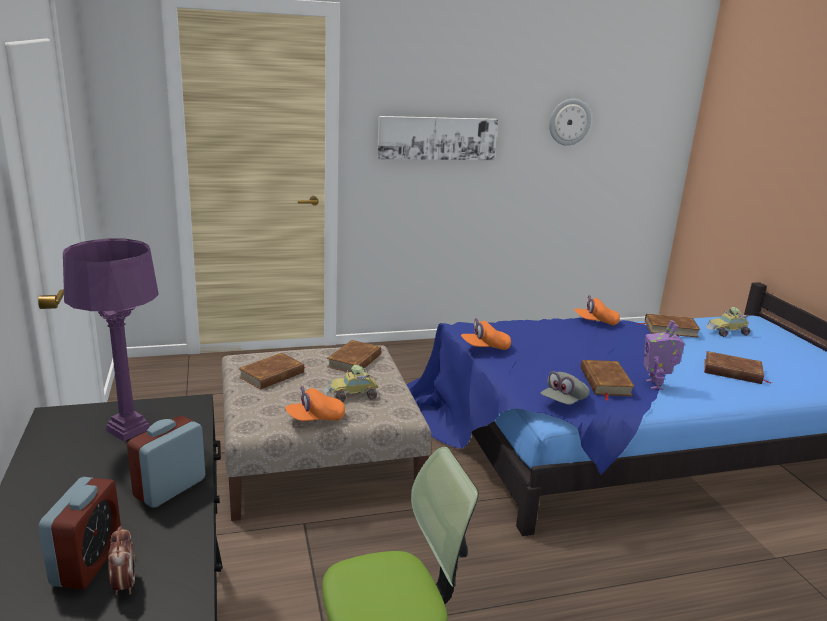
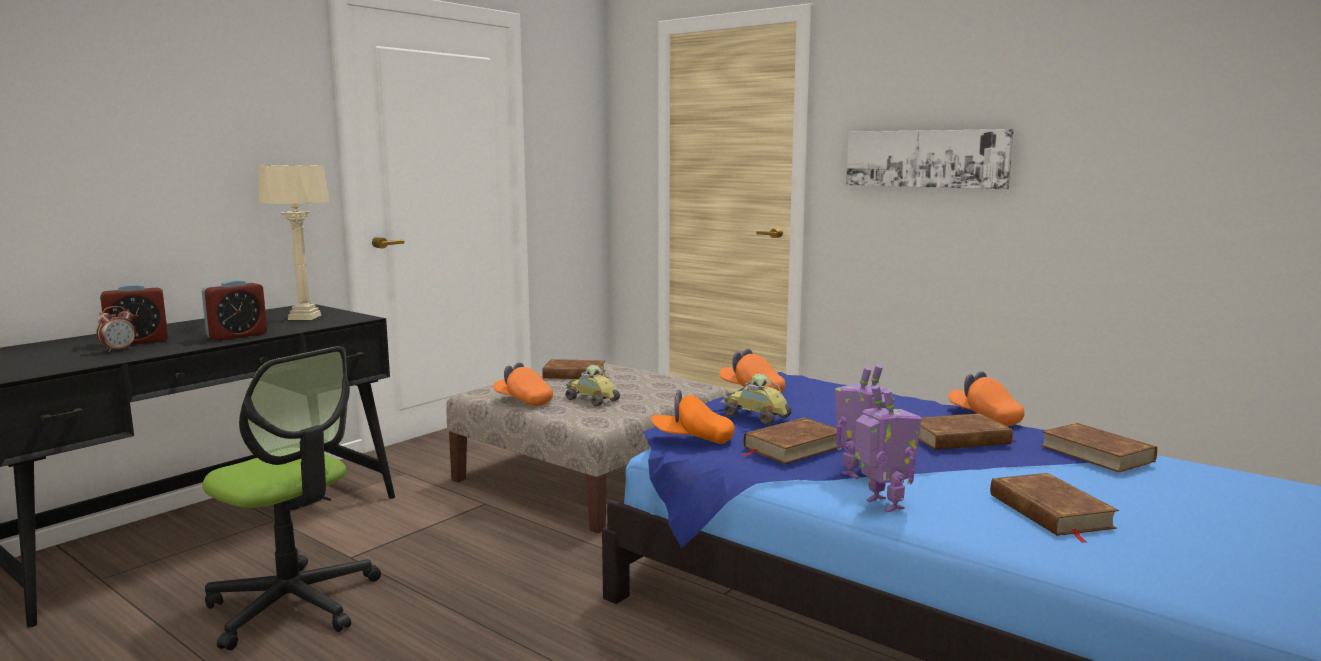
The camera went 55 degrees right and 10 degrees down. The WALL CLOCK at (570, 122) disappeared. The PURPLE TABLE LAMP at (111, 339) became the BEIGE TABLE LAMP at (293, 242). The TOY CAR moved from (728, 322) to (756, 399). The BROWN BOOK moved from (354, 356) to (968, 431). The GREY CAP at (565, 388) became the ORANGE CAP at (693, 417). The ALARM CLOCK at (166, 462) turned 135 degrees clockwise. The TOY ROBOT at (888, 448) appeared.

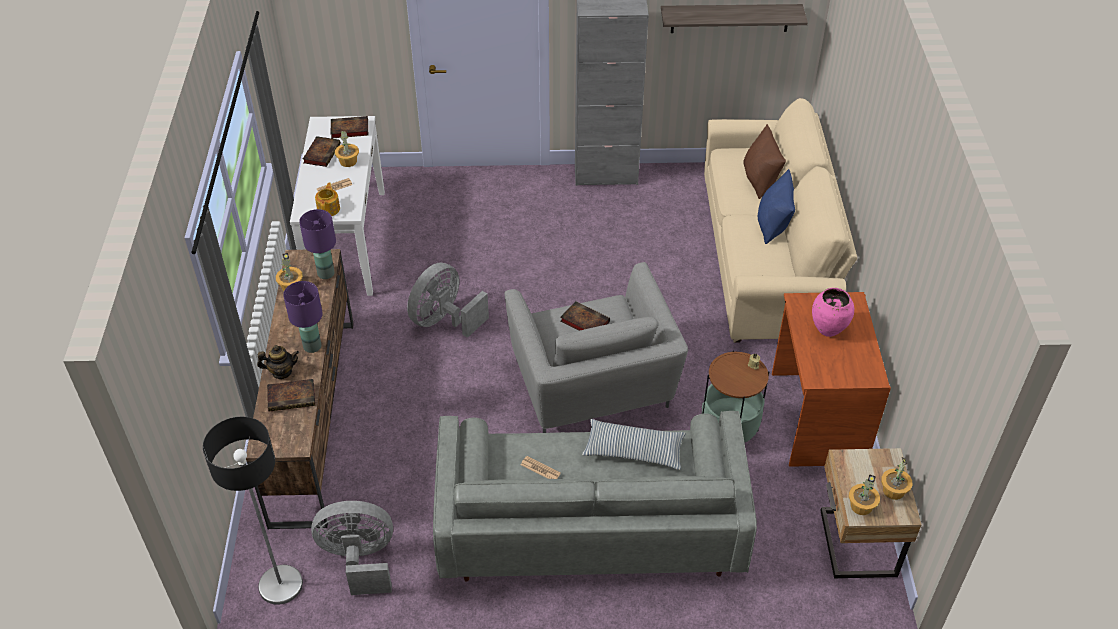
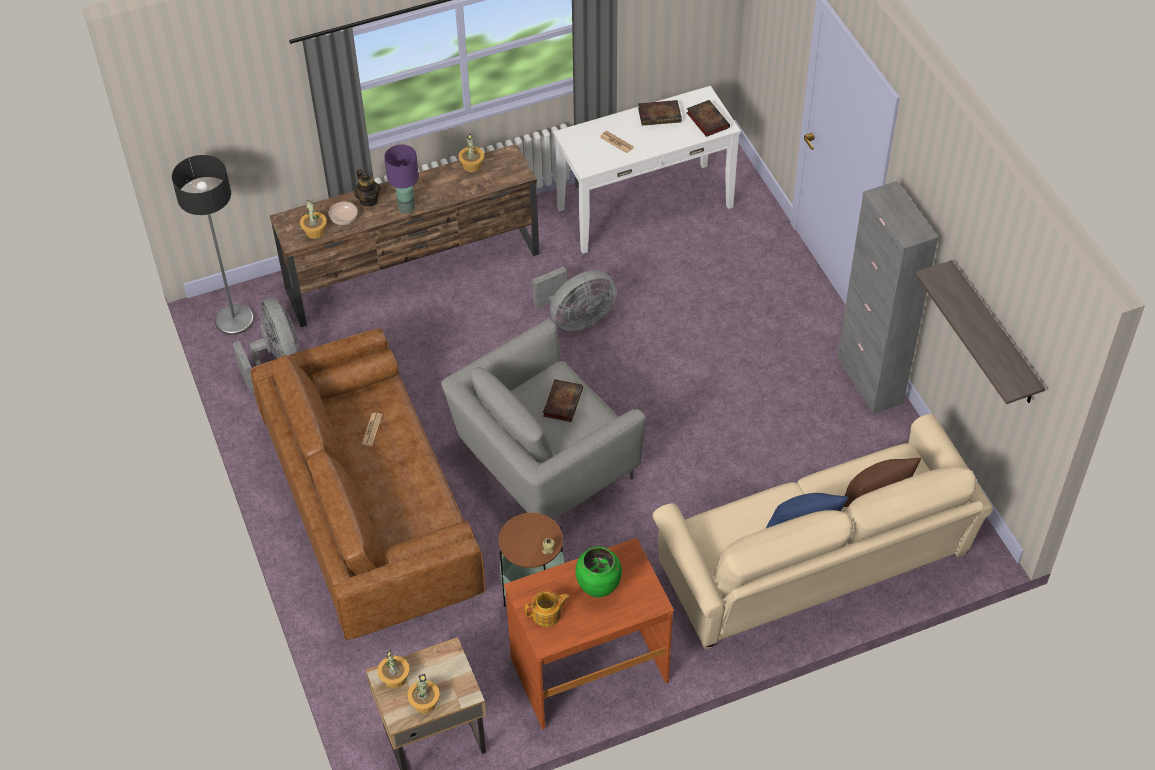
The camera went 70 degrees right and 5 degrees up. The POTTED PLANT moved from (347, 148) to (313, 219). The TEAPOT moved from (327, 199) to (547, 609). The PURPLE TABLE LAMP at (317, 244) disappeared. The GREY FAN at (448, 300) turned 135 degrees clockwise. The PINK VASE at (833, 312) became the GREEN VASE at (599, 572). The BOOK at (291, 395) was replaced by the BOWL at (343, 213). The GREY SOFA at (595, 496) became the BROWN SOFA at (368, 484). The PILLOW at (634, 444) disappeared.

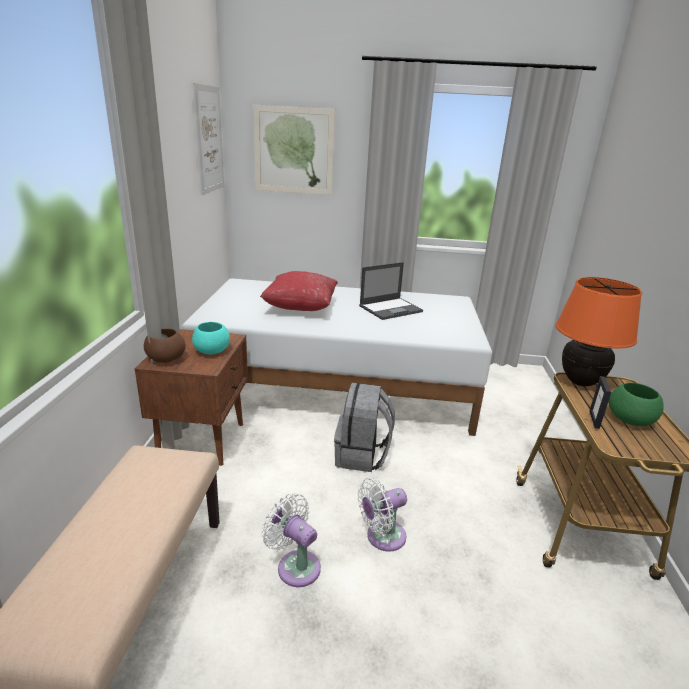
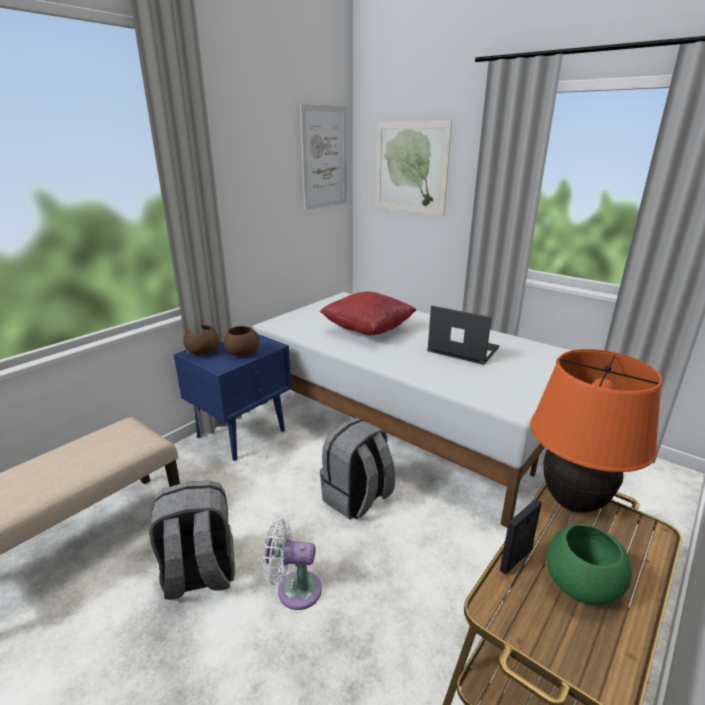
The camera went 35 degrees right and 0 degrees up. The LAPTOP at (391, 291) turned 150 degrees counterclockwise. The TURQUOISE BOWL at (211, 338) became the BROWN BOWL at (241, 341). The BROWN NIGHTSTAND at (191, 397) became the BLUE NIGHTSTAND at (232, 397). The WHITE FAN at (291, 540) was replaced by the GREY BACKPACK at (192, 540).

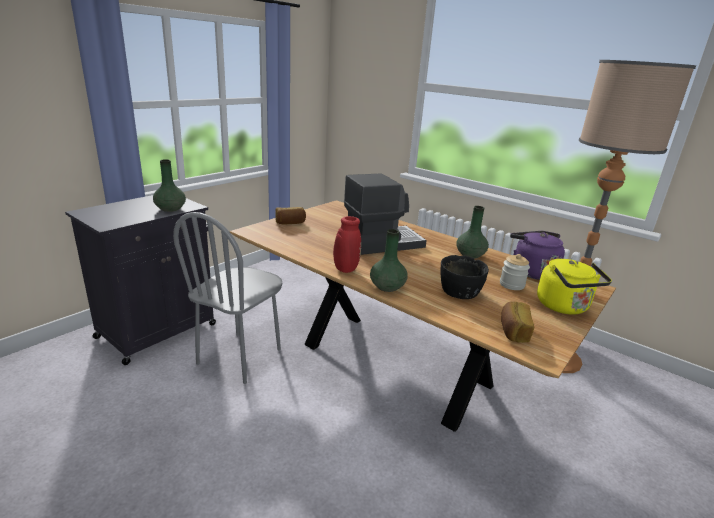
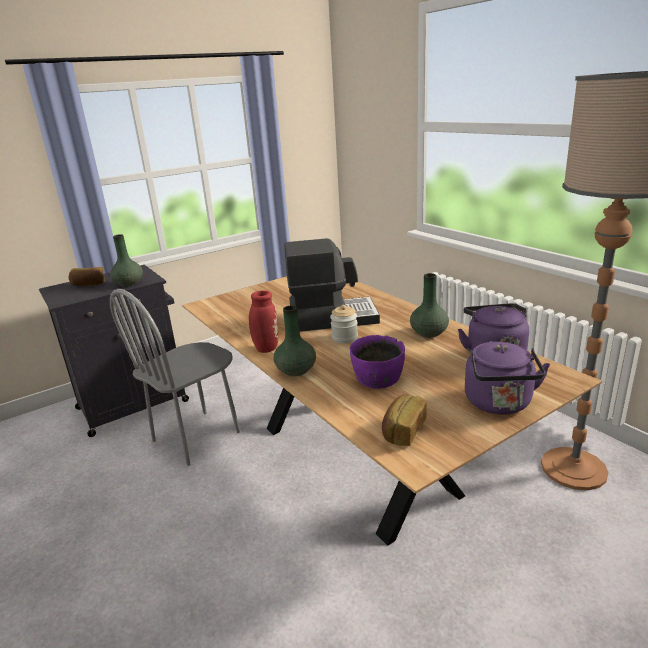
The camera went 20 degrees right and 0 degrees up. The BREAD moved from (290, 215) to (87, 276). The JAR moved from (515, 272) to (344, 324). The BLACK BOWL at (464, 277) became the PURPLE BOWL at (377, 362). The YELLOW KETTLE at (574, 287) became the PURPLE KETTLE at (507, 378).

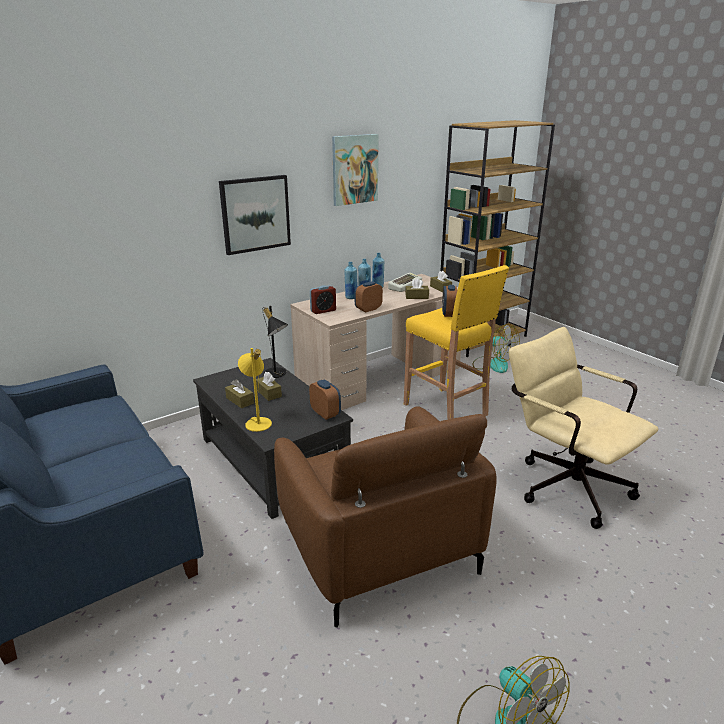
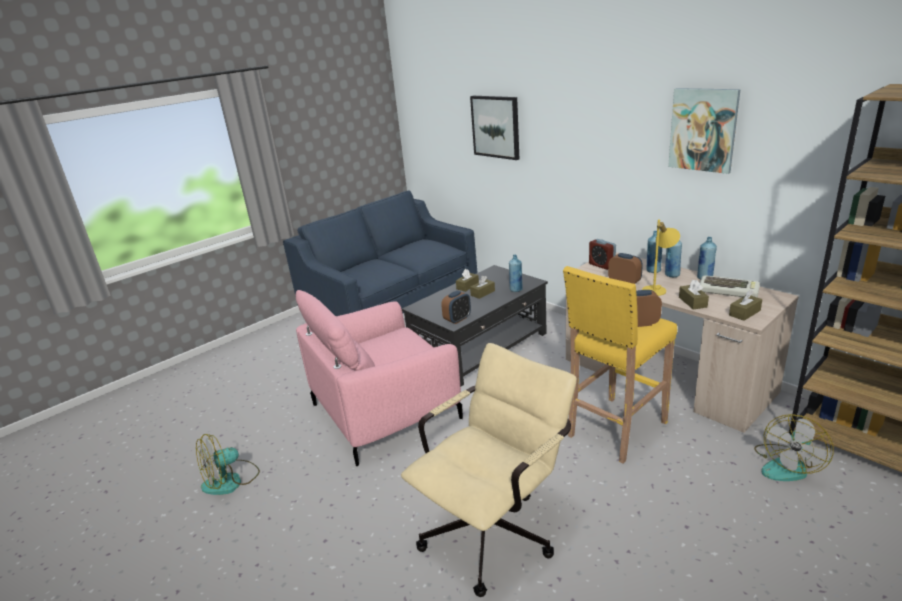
The camera went 85 degrees right and 0 degrees up. The PICTURE moved from (255, 215) to (494, 128). The BLACK TABLE LAMP at (275, 342) was replaced by the BLUE BOTTLE at (516, 273). The YELLOW TABLE LAMP moved from (255, 390) to (661, 258). The BROWN ARMCHAIR at (385, 517) became the PINK ARMCHAIR at (379, 378).

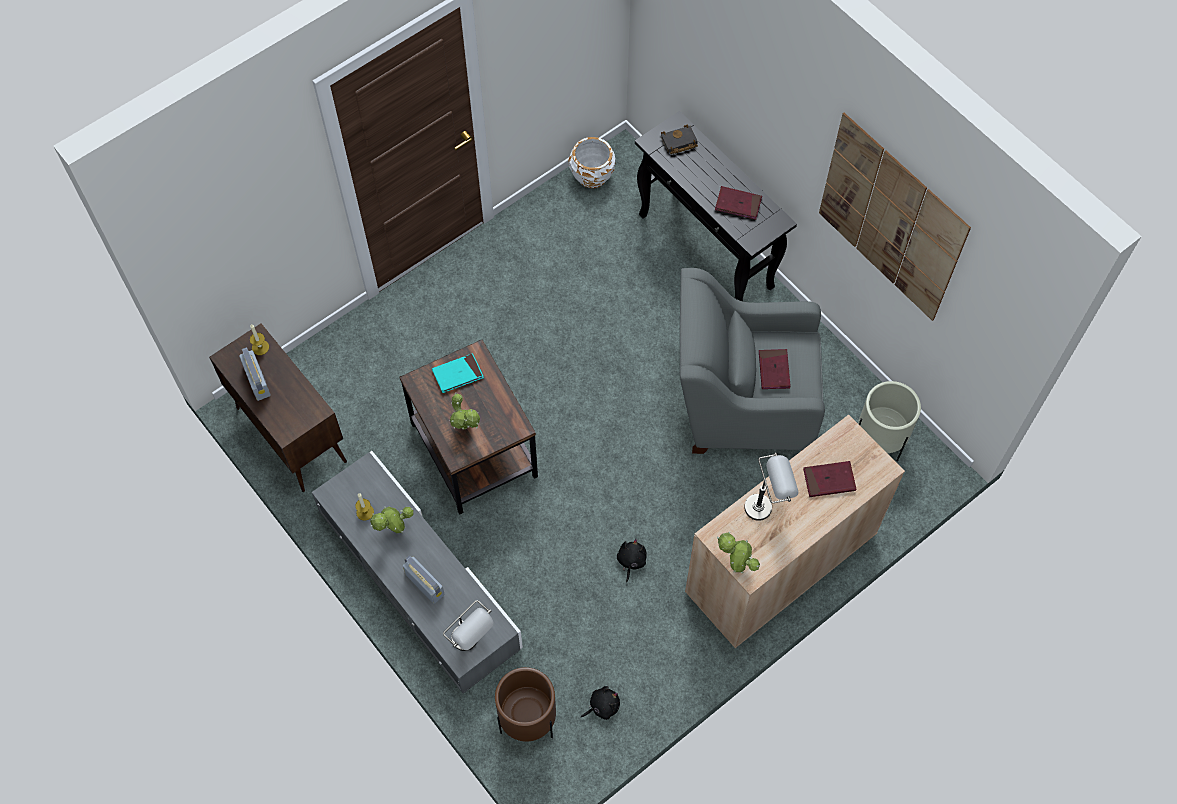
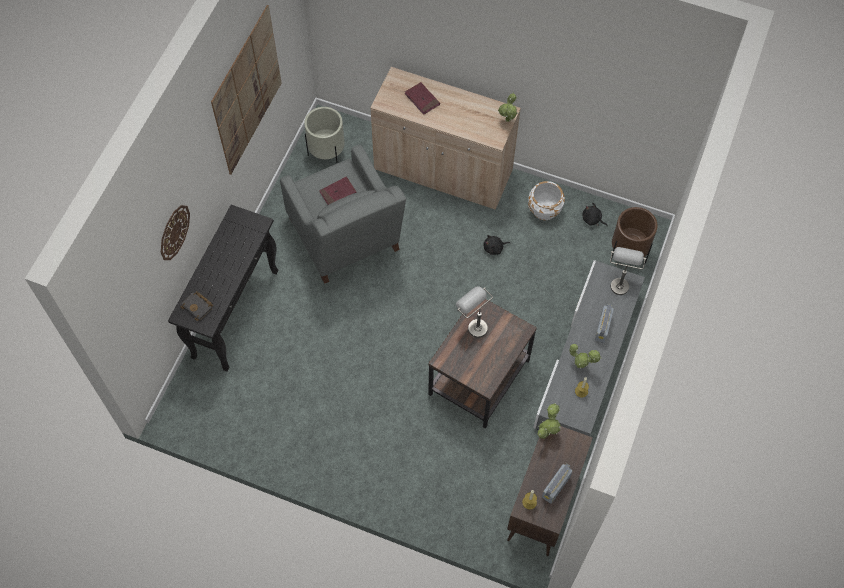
The camera went 120 degrees left and 0 degrees up. The WHITE PLANTER moved from (591, 162) to (546, 200). The RED BOOK at (738, 203) disappeared. The TURQUOISE BOOK at (458, 373) disappeared. The POTTED PLANT moved from (465, 411) to (549, 421). The GREY TABLE LAMP moved from (771, 487) to (474, 312). The WALL CLOCK at (175, 232) appeared.

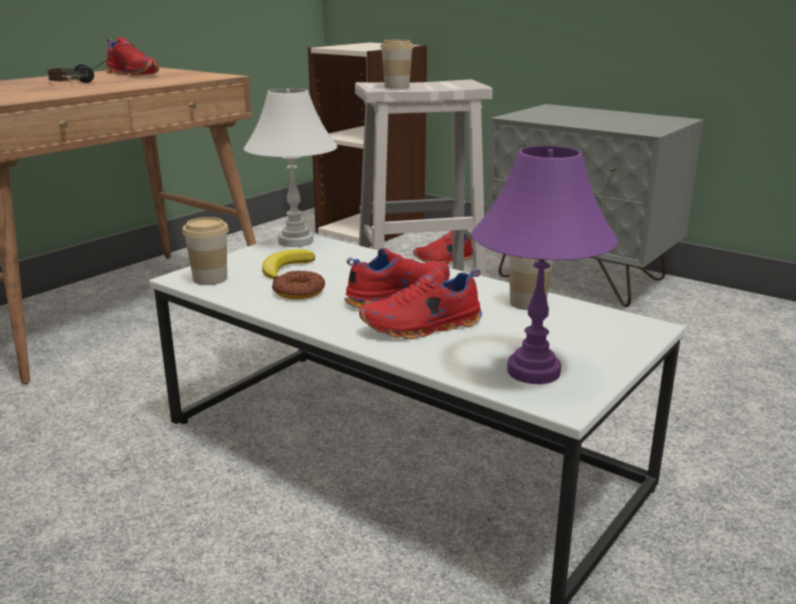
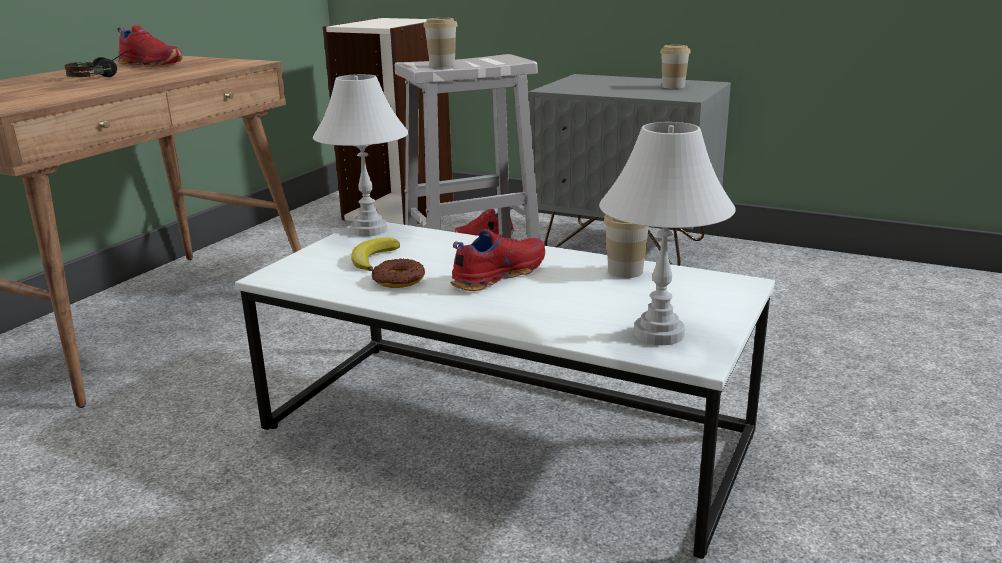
The camera went 10 degrees left and 0 degrees up. The PURPLE TABLE LAMP at (545, 265) became the WHITE TABLE LAMP at (667, 233). The CUP moved from (205, 251) to (675, 67). The RED SHOE at (420, 303) disappeared.

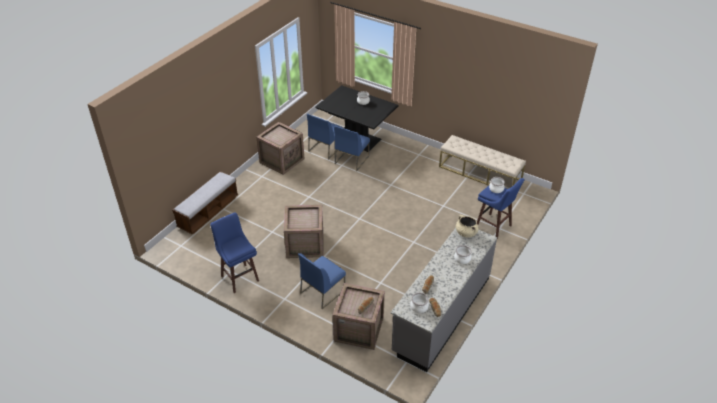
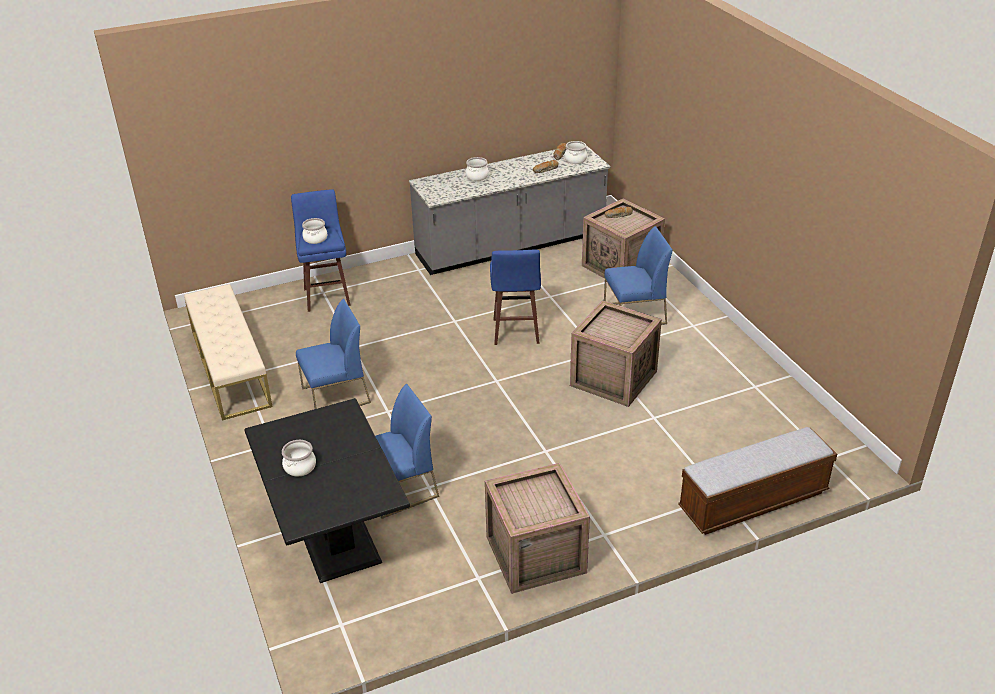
The camera went 145 degrees left and 5 degrees down. The BLUE CHAIR moved from (325, 136) to (333, 354). The BLUE STOOL moved from (234, 252) to (515, 297). The BEIGE COOKING POT at (467, 226) disappeared.

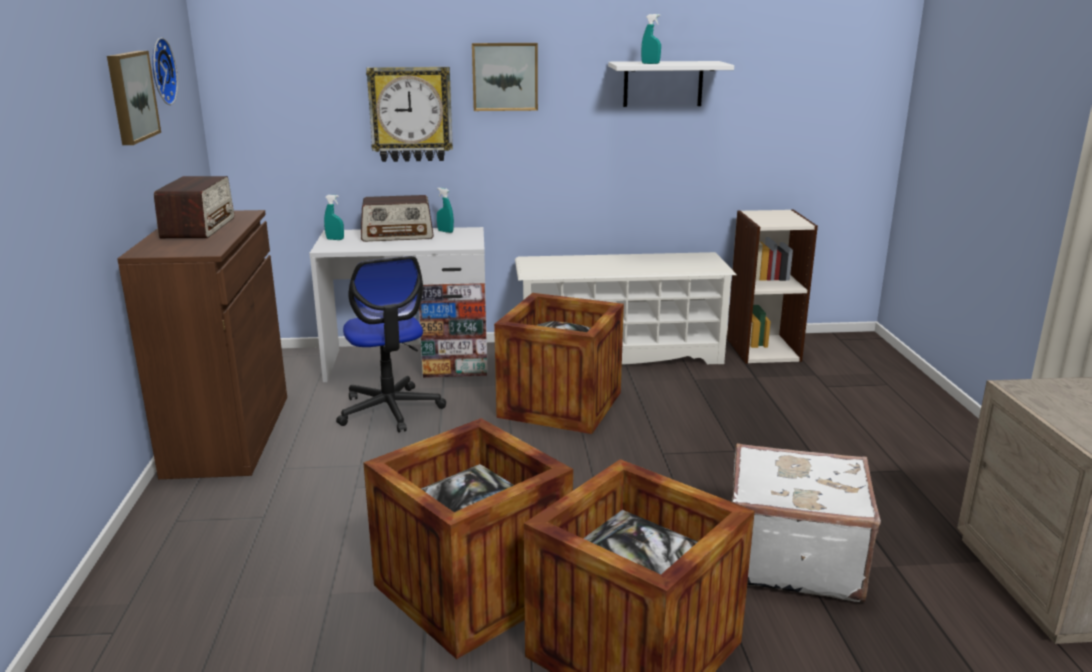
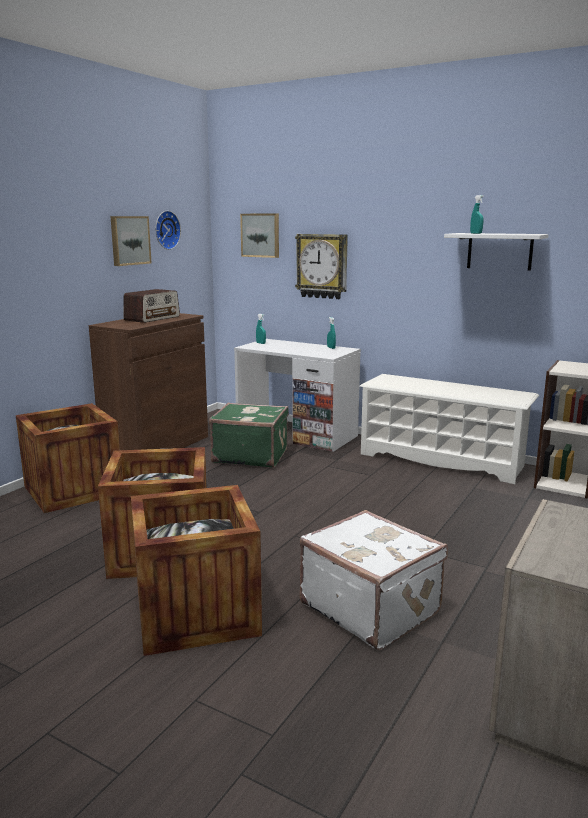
The camera went 35 degrees right and 5 degrees down. The PICTURE moved from (505, 77) to (259, 236). The RADIO at (397, 218) disappeared. The OFFICE CHAIR at (391, 344) was replaced by the GREEN SUITCASE at (249, 435). The CRATE moved from (559, 363) to (68, 458).

